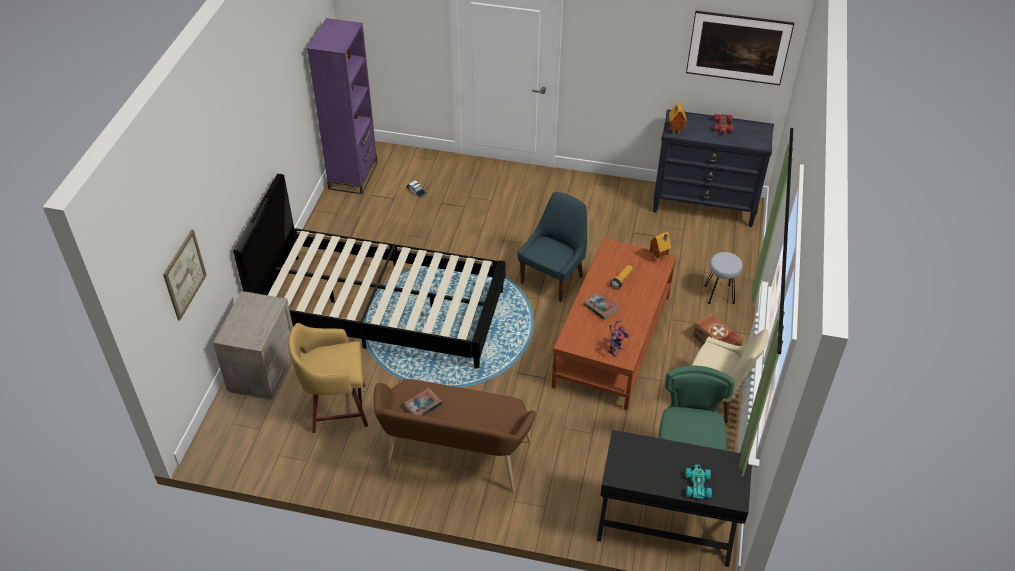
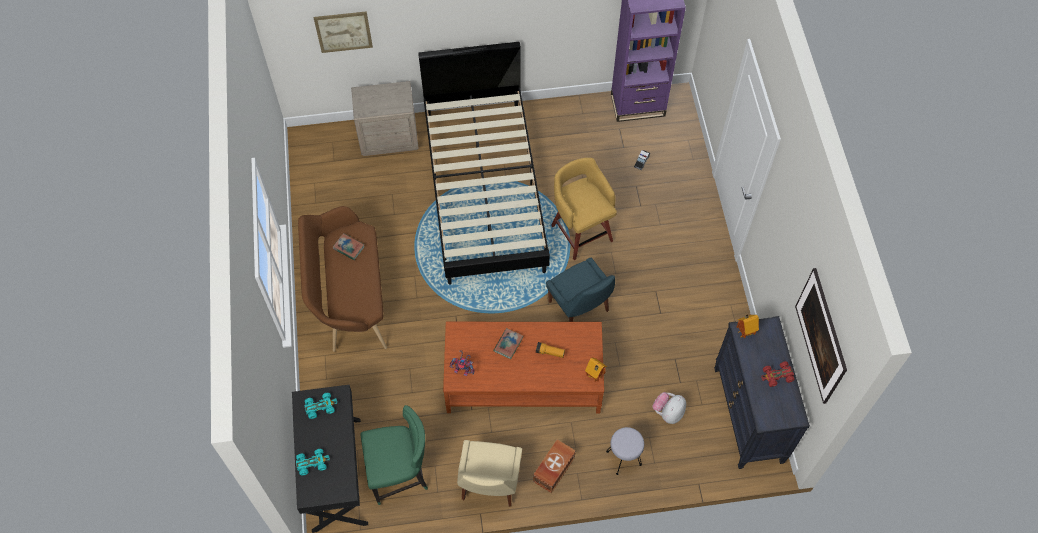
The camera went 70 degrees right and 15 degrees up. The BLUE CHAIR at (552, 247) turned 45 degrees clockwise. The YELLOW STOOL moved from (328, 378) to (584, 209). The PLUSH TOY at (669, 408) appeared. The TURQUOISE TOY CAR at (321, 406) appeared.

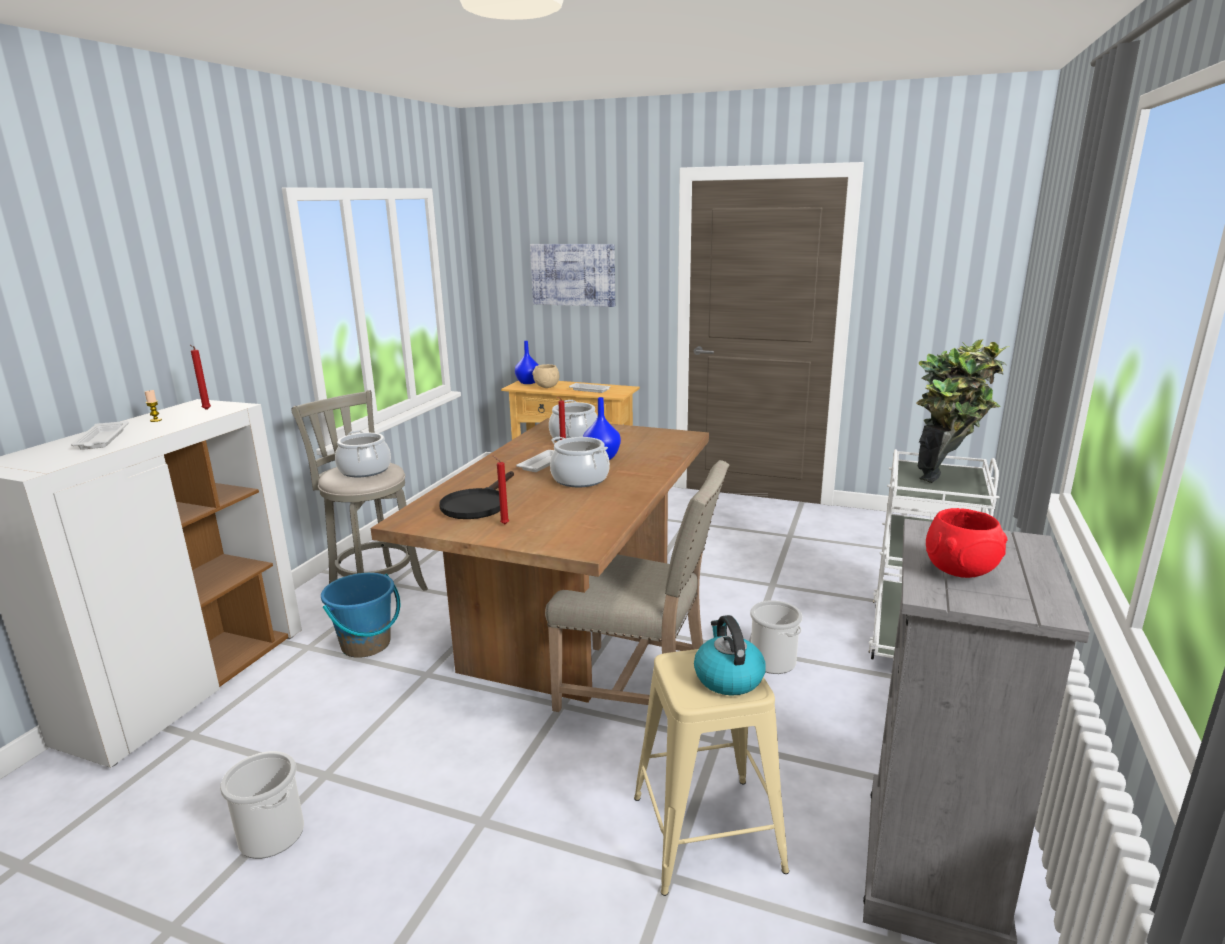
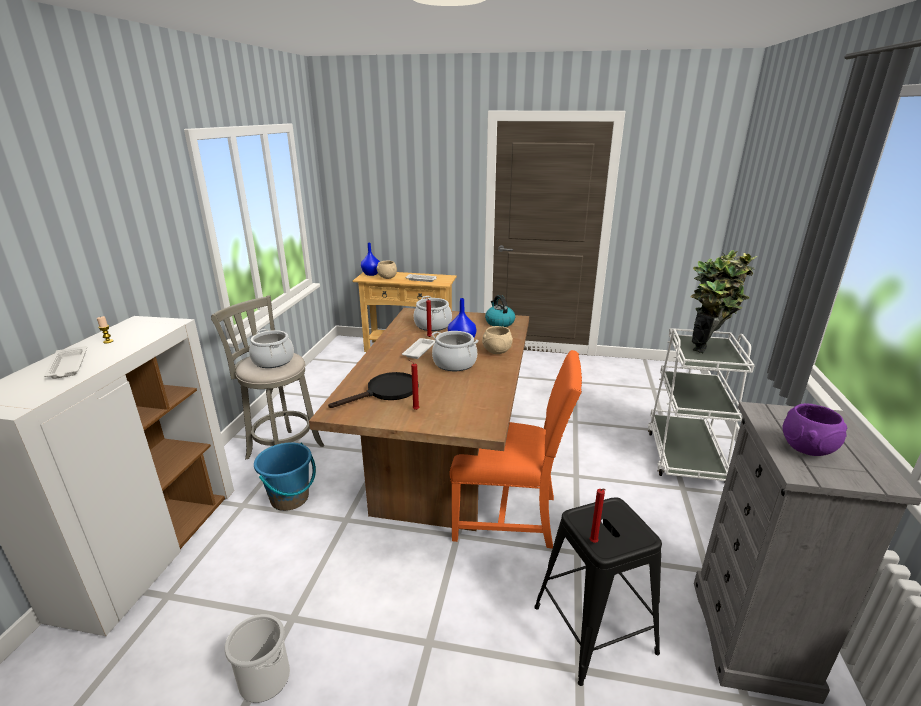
The camera went 10 degrees left and 5 degrees up. The PICTURE at (572, 275) disappeared. The RED CANDLE moved from (200, 377) to (597, 515). The BEIGE CHAIR at (637, 586) became the ORANGE CHAIR at (515, 449). The BLACK FRYING PAN at (476, 495) turned 135 degrees counterclockwise. The RED BOWL at (967, 543) became the PURPLE BOWL at (814, 429). The BUCKET at (776, 637) disappeared. The KETTLE moved from (730, 655) to (500, 311). The BEIGE STOOL at (711, 772) became the BLACK STOOL at (598, 591). The BEIGE BOWL at (497, 340) appeared.

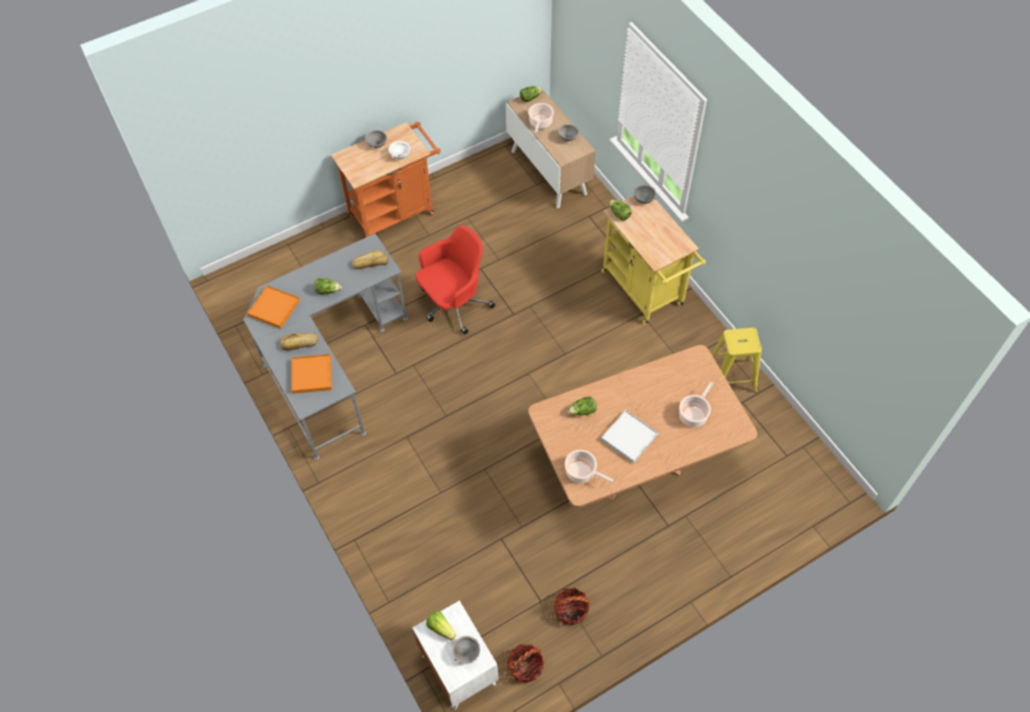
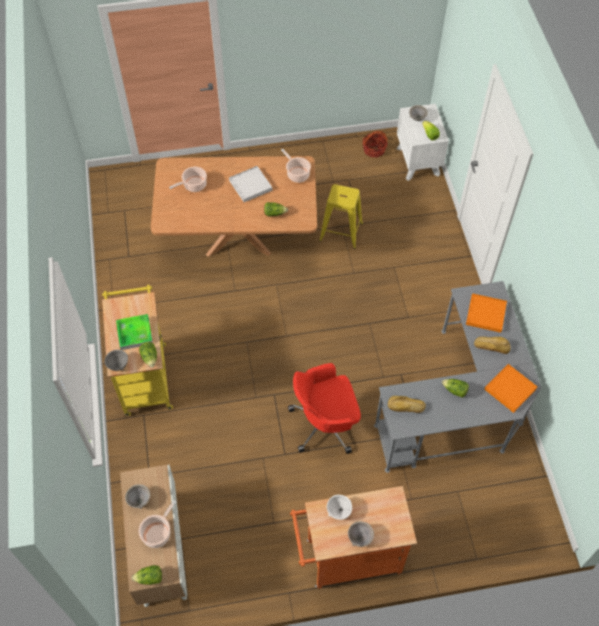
The camera went 160 degrees left and 0 degrees up. The YELLOW STOOL moved from (737, 360) to (341, 216). The BASKET at (572, 606) disappeared. The TRAY at (134, 332) appeared.

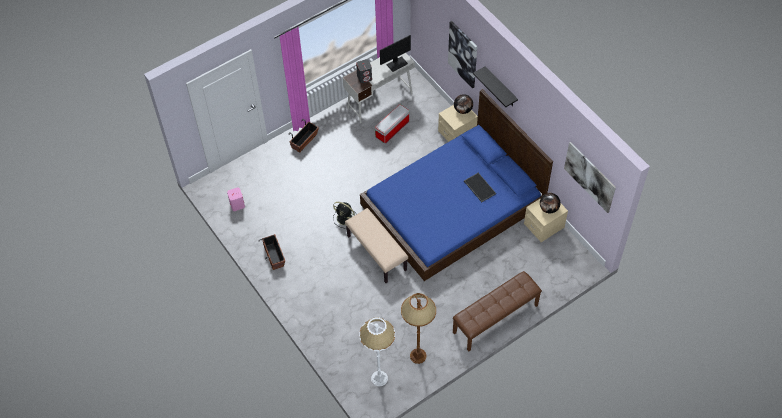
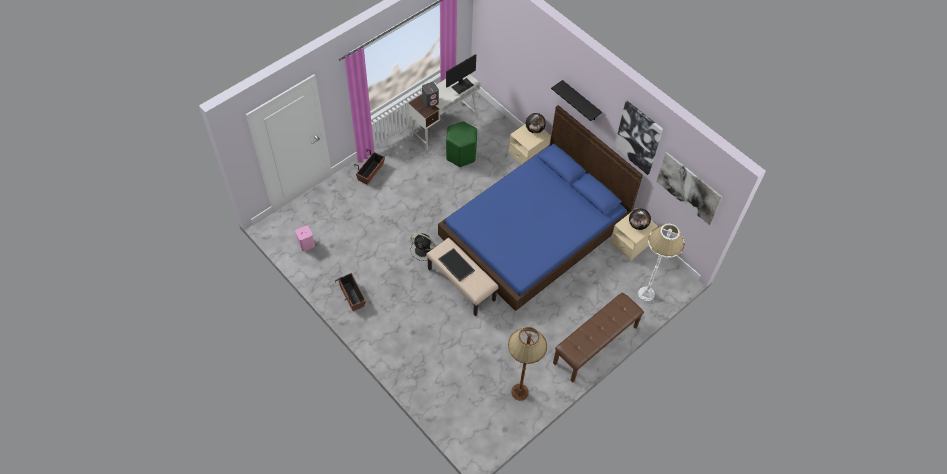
The camera went 10 degrees left and 0 degrees up. The PICTURE moved from (462, 55) to (638, 138). The STORAGE BOX at (392, 124) was replaced by the GREEN STOOL at (461, 144). The TRAY moved from (480, 187) to (456, 265). The WHITE FLOOR LAMP moved from (377, 352) to (661, 262).

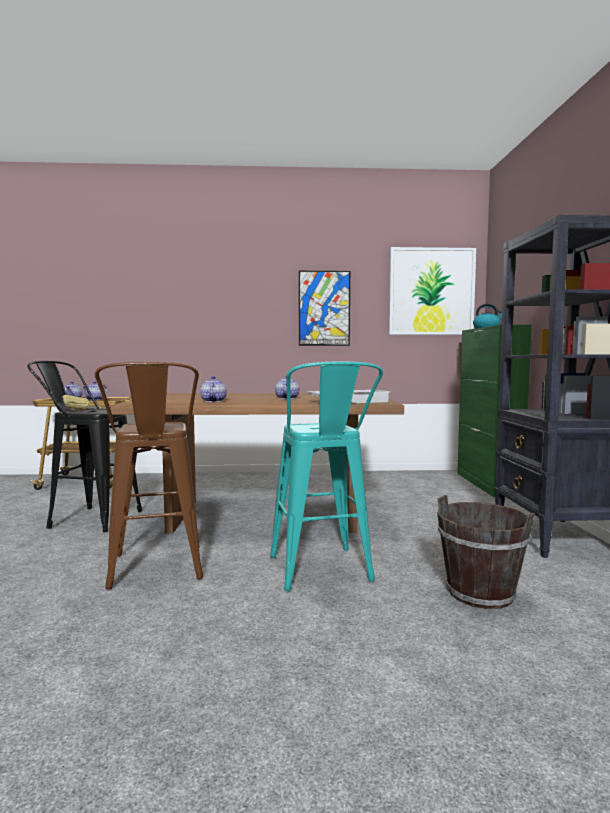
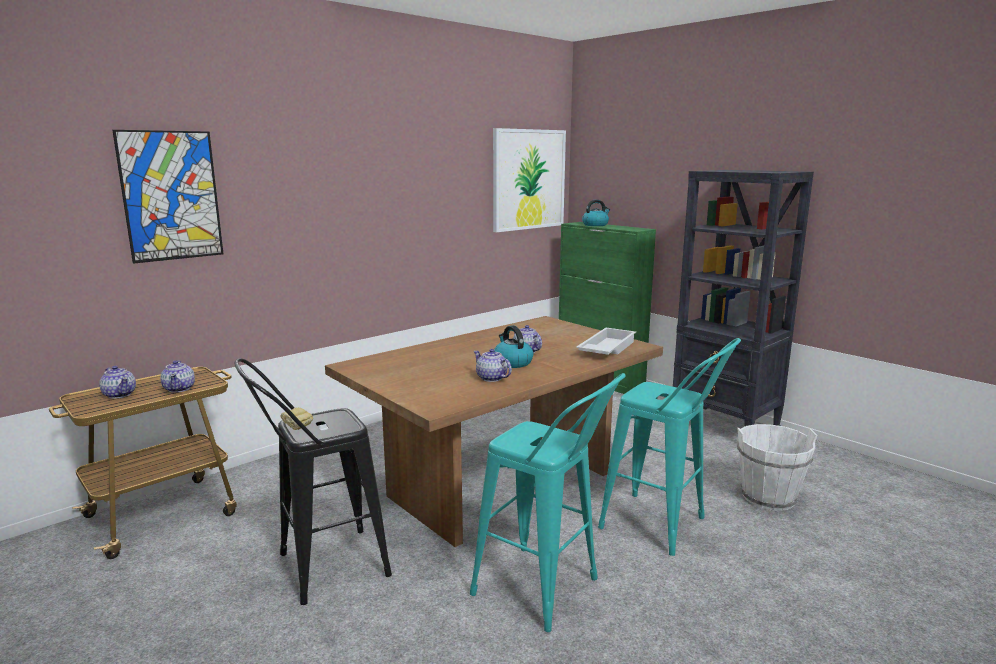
The camera went 40 degrees left and 10 degrees up. The PICTURE moved from (324, 308) to (167, 197). The BROWN STOOL at (149, 475) became the TURQUOISE STOOL at (548, 502). The BROWN BUCKET at (486, 552) became the WHITE BUCKET at (777, 467). The KETTLE at (513, 346) appeared.

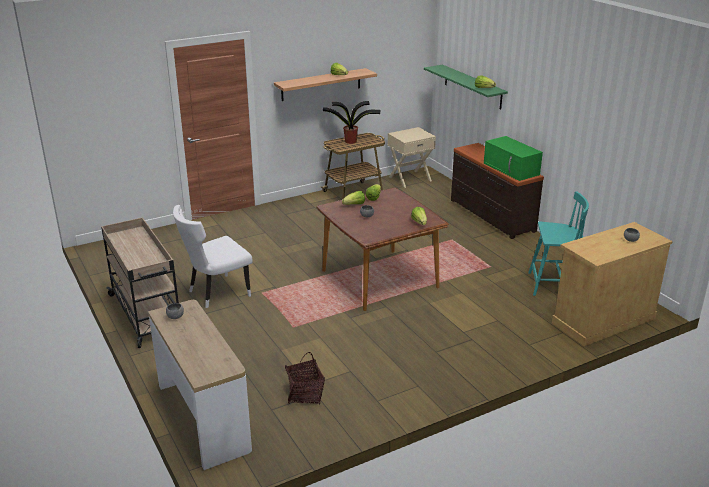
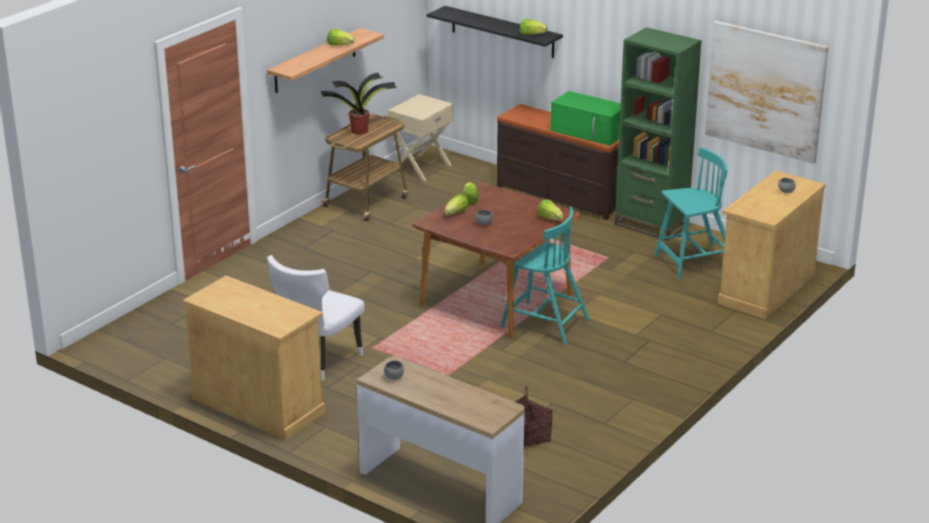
The camera went 25 degrees left and 0 degrees up. The GREEN SHELF at (466, 87) became the BLACK SHELF at (495, 32). The BEIGE CART at (140, 282) was replaced by the BEIGE CABINET at (254, 358). The PICTURE at (766, 92) appeared. The GREEN BOOKCASE at (658, 134) appeared. The TURQUOISE CHAIR at (545, 275) appeared.

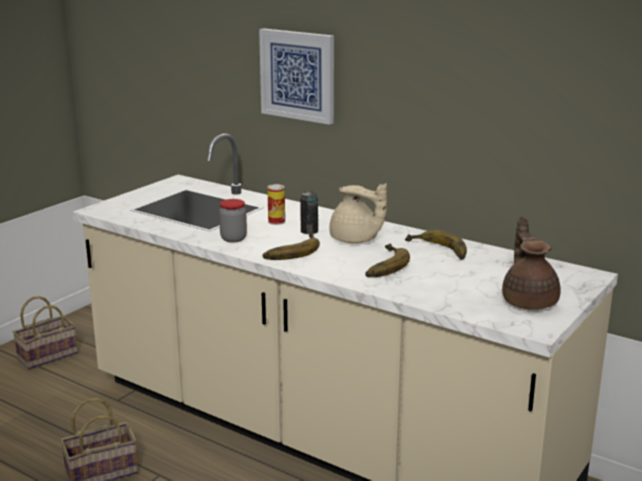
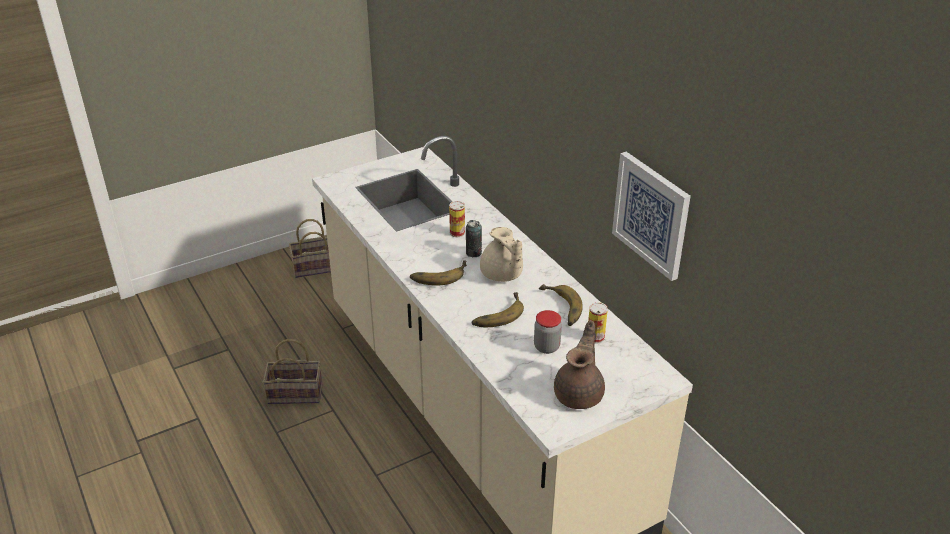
The camera went 25 degrees right and 15 degrees up. The PICTURE moved from (296, 76) to (651, 216). The JAR moved from (233, 221) to (548, 332). The CAN at (598, 323) appeared.

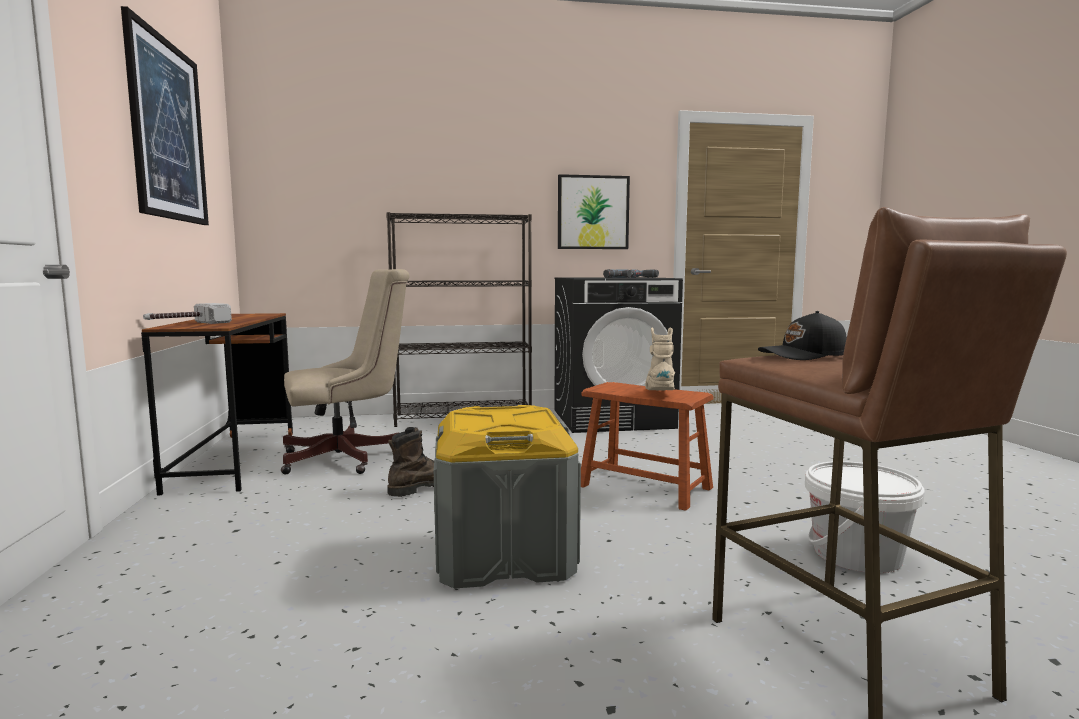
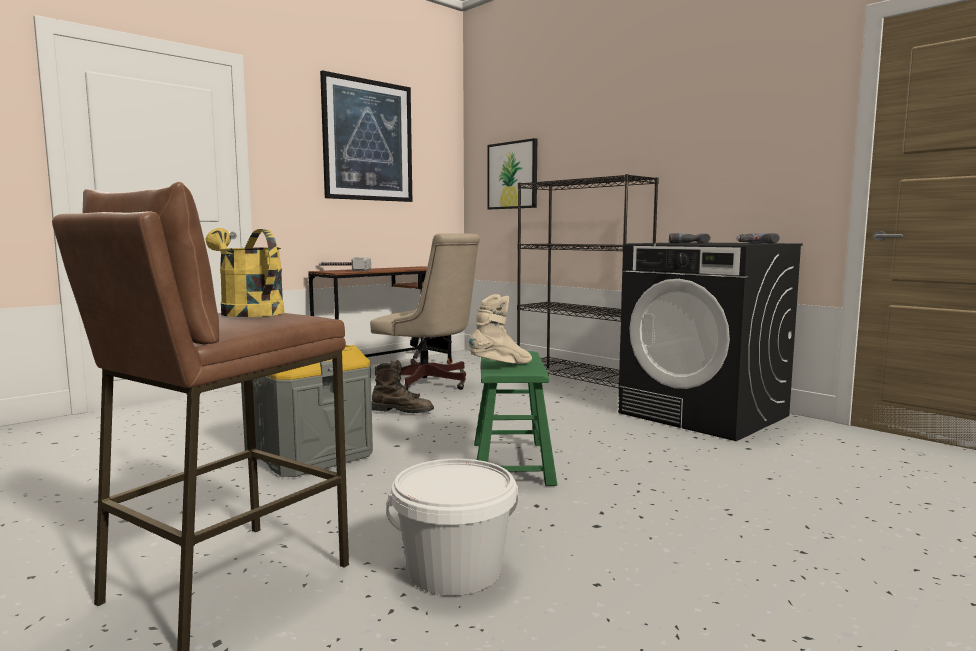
The camera went 55 degrees right and 0 degrees up. The PICTURE moved from (594, 211) to (512, 173). The BLACK CAP at (802, 335) was replaced by the YELLOW WATERING CAN at (245, 272). The BROWN STOOL at (647, 446) became the GREEN STOOL at (515, 418).

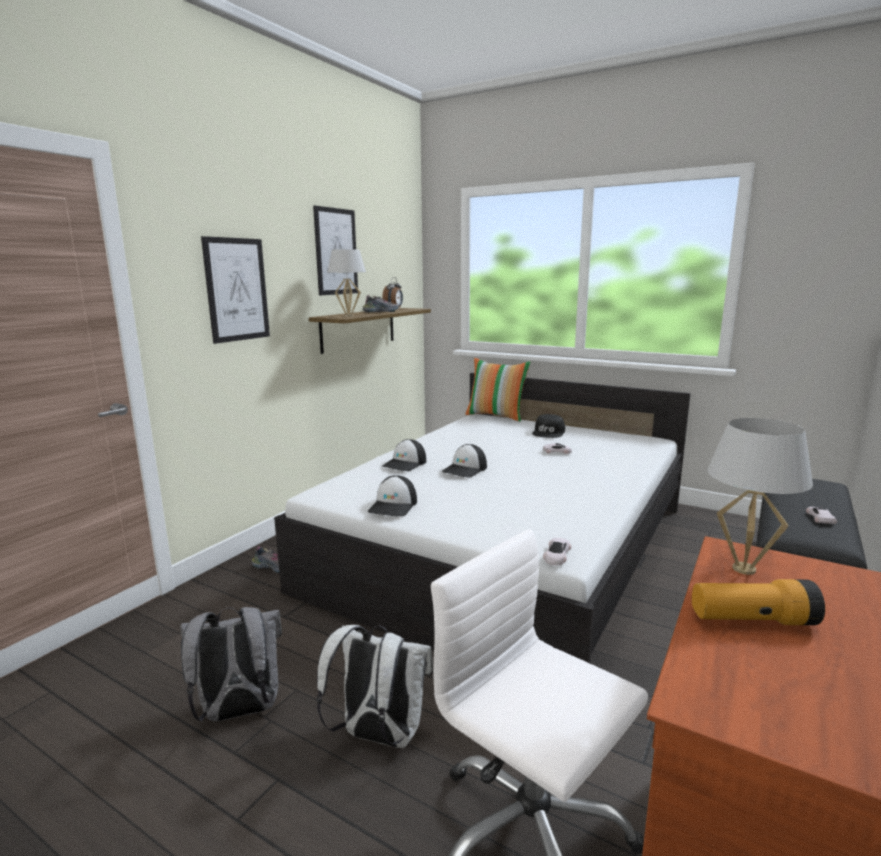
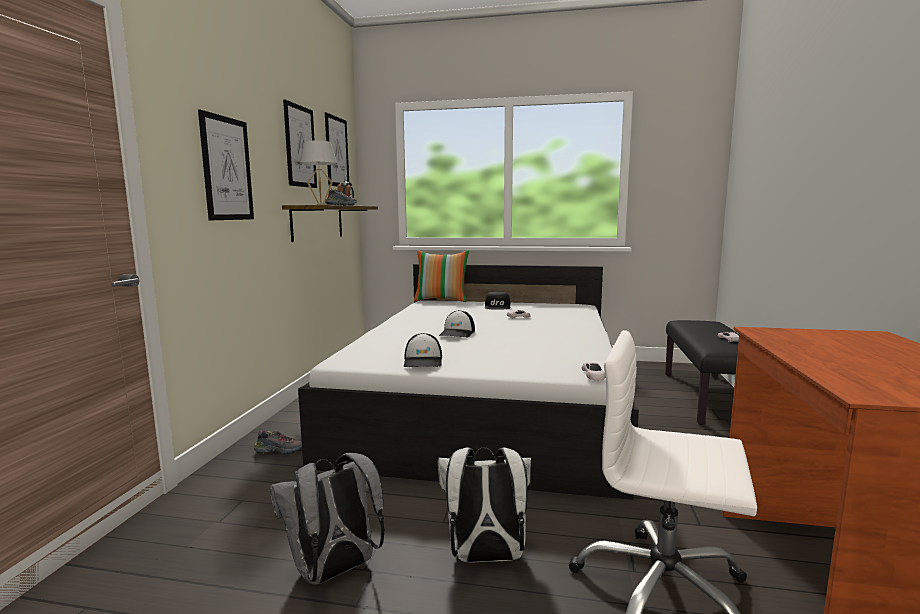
The camera went 20 degrees left and 5 degrees down. The WHITE TABLE LAMP at (760, 496) disappeared. The CAP at (404, 455) disappeared. The FLASHLIGHT at (758, 602) disappeared. The PICTURE at (337, 149) appeared.

